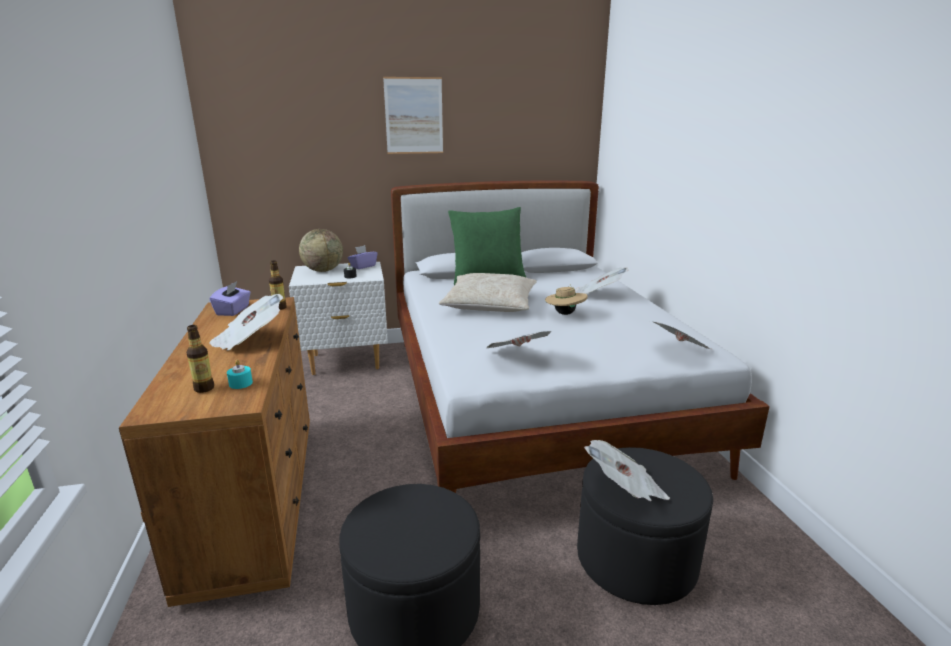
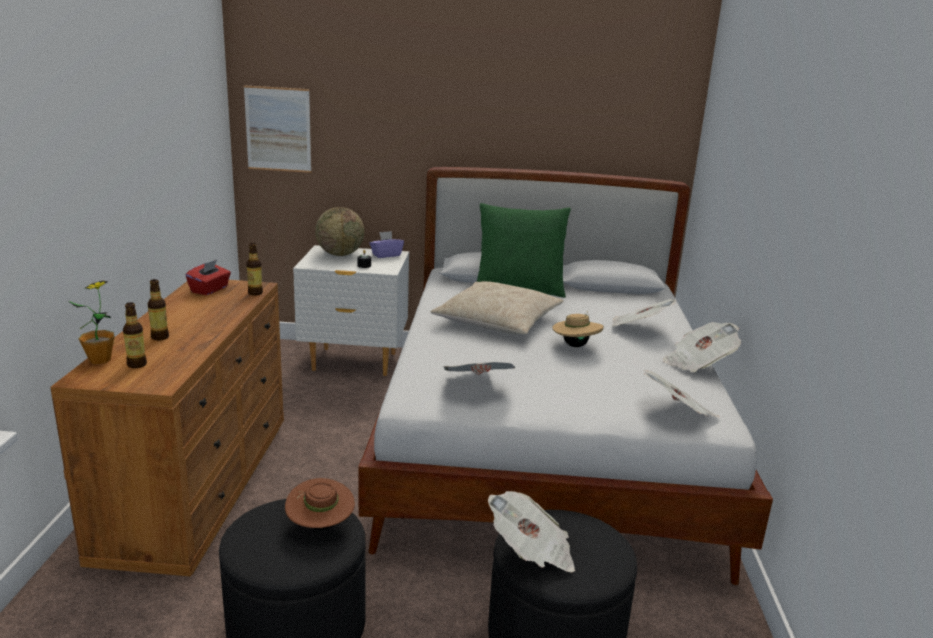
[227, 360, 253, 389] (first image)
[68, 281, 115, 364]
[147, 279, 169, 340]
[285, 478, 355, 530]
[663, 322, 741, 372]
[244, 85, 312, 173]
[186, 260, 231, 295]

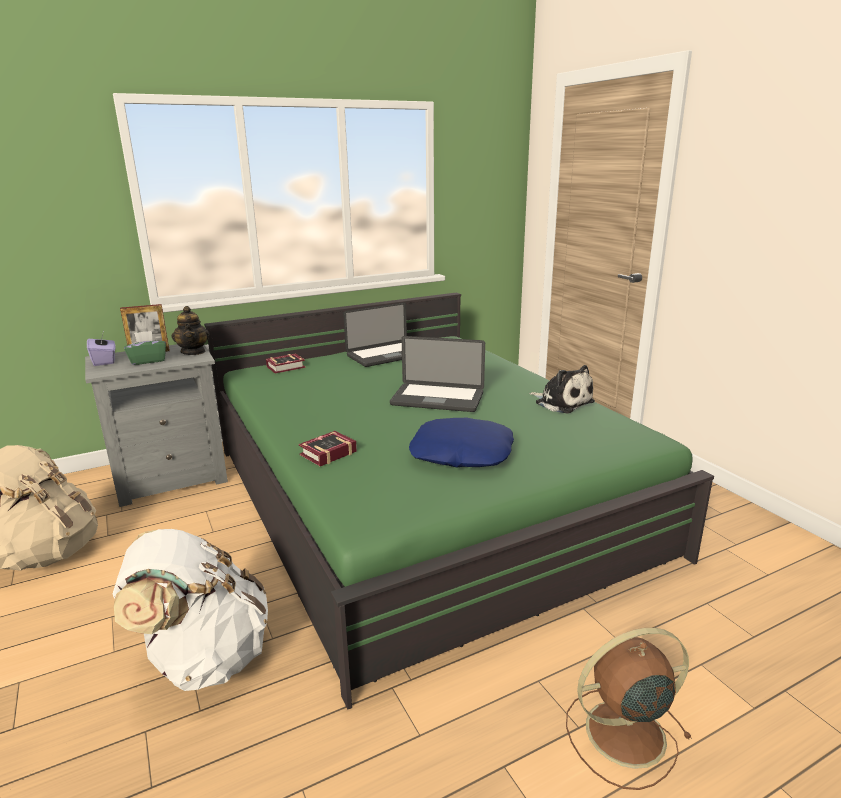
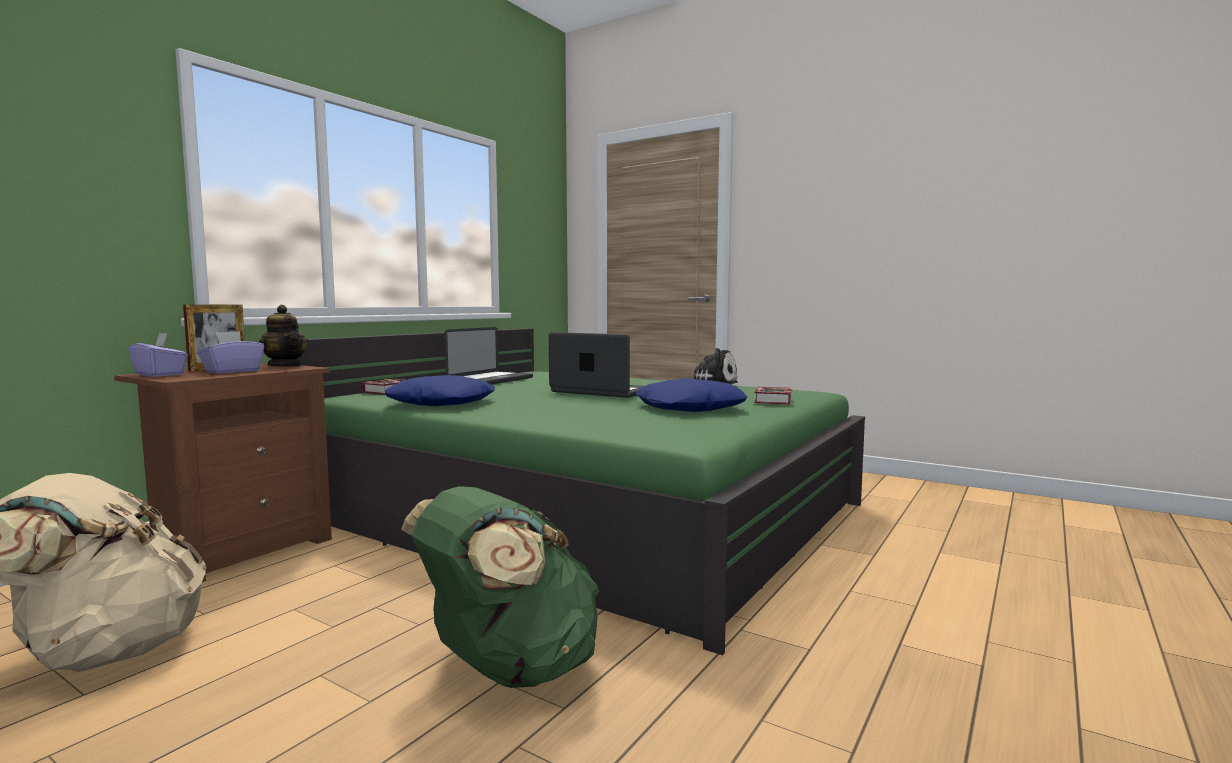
[566, 628, 692, 790] (first image)
[385, 375, 495, 406]
[754, 386, 792, 405]
[114, 363, 332, 582]
[401, 486, 599, 688]
[198, 331, 264, 374]
[549, 332, 644, 398]

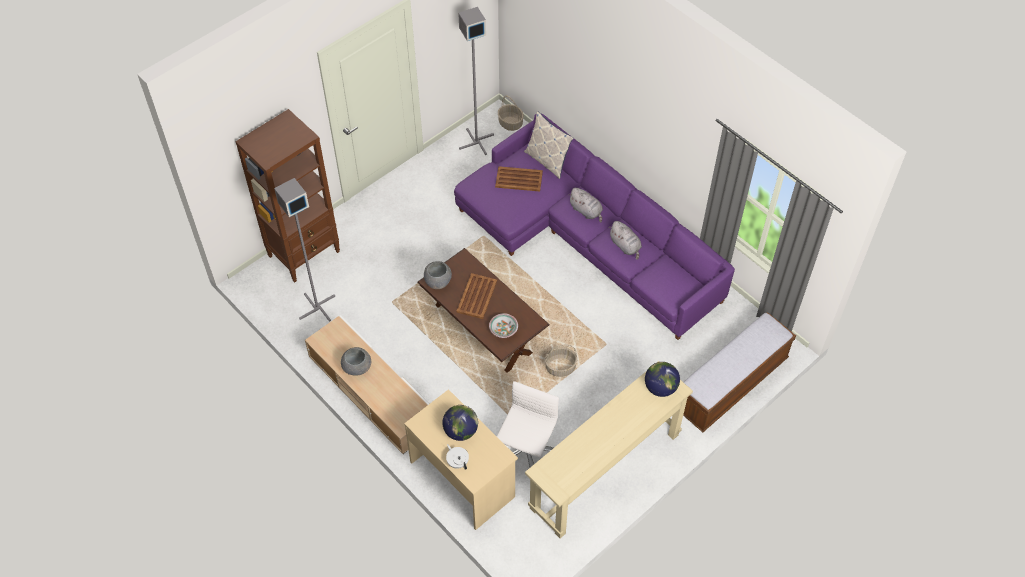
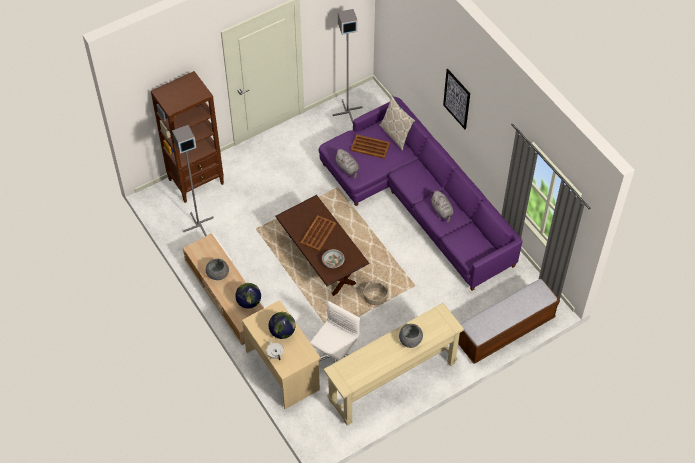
[498, 96, 524, 131] (first image)
[443, 69, 470, 129]
[399, 324, 423, 348]
[335, 149, 359, 179]
[235, 283, 261, 309]

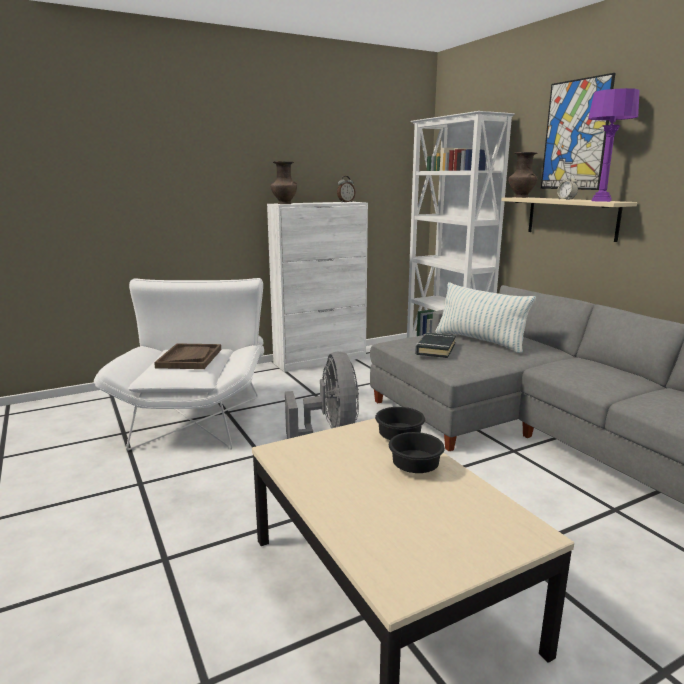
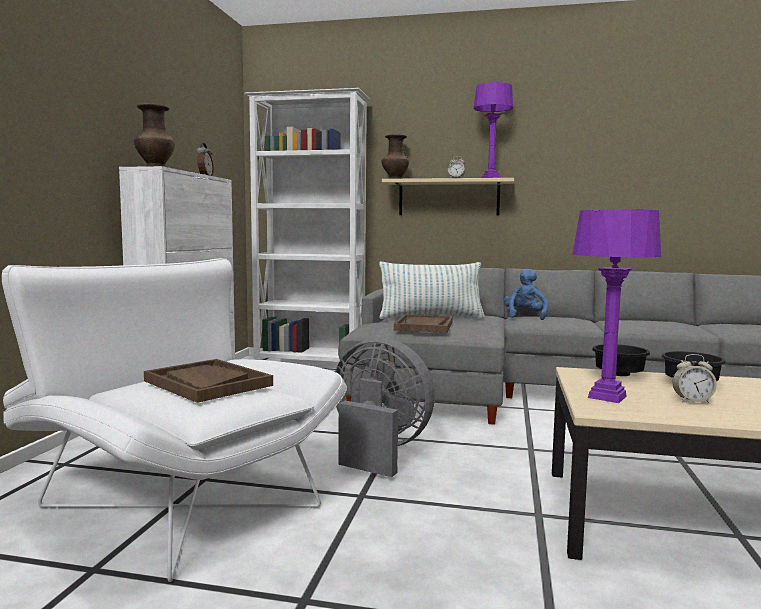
[541, 73, 615, 190] (first image)
[504, 269, 548, 320]
[572, 209, 661, 403]
[672, 354, 717, 403]
[394, 314, 453, 333]

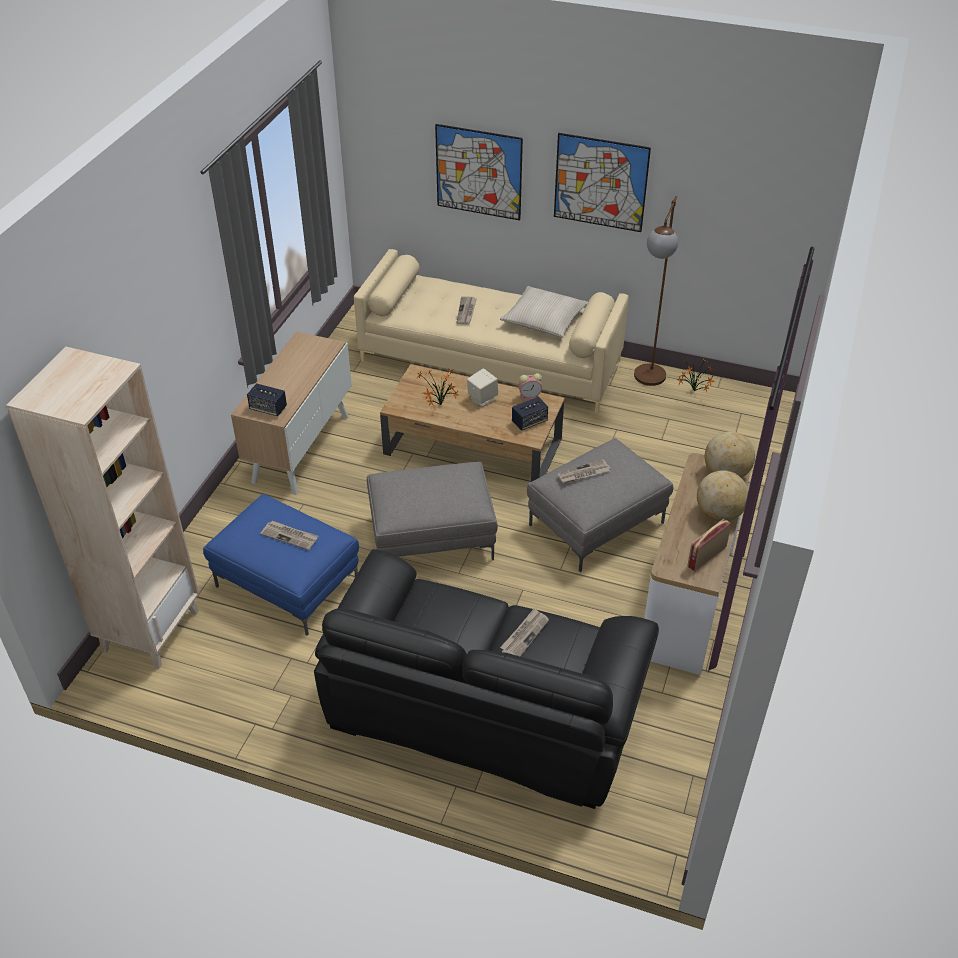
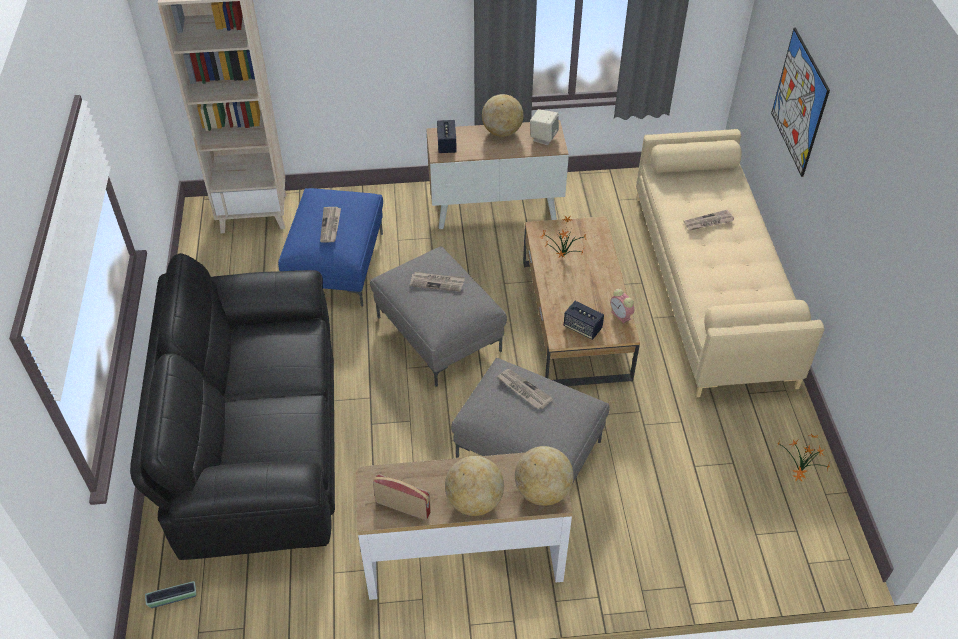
[500, 286, 588, 337] (first image)
[554, 133, 651, 232] (first image)
[634, 196, 678, 386] (first image)
[145, 581, 196, 608]
[482, 94, 524, 137]
[530, 109, 559, 145]
[409, 272, 465, 292]

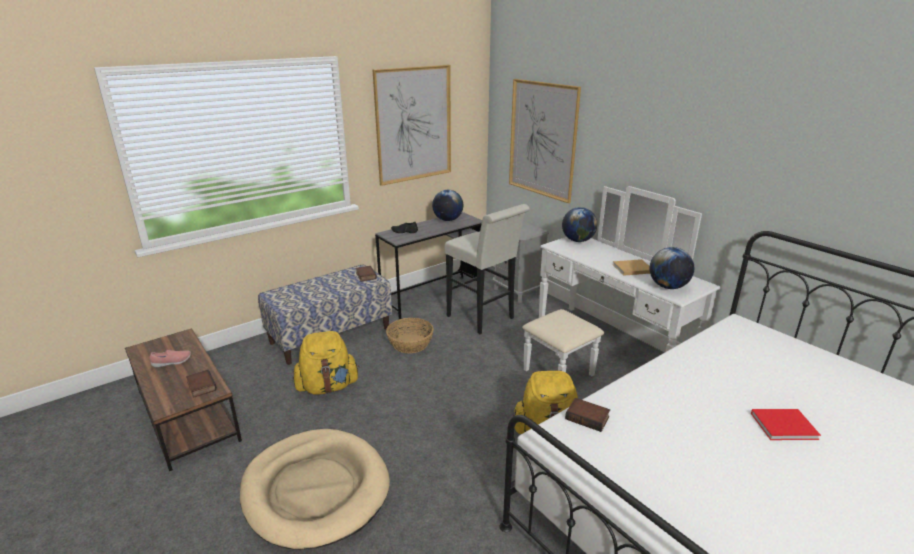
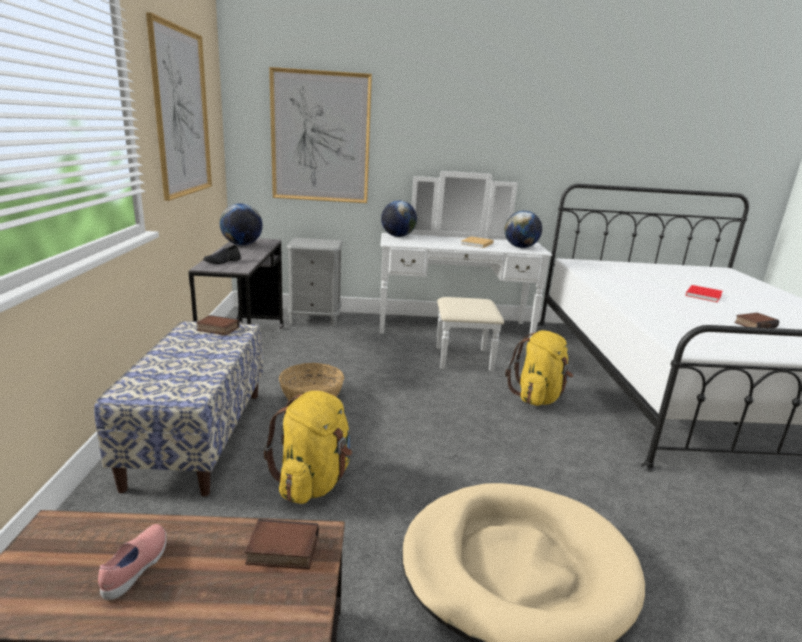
[444, 204, 530, 334] (first image)
[734, 313, 779, 328]

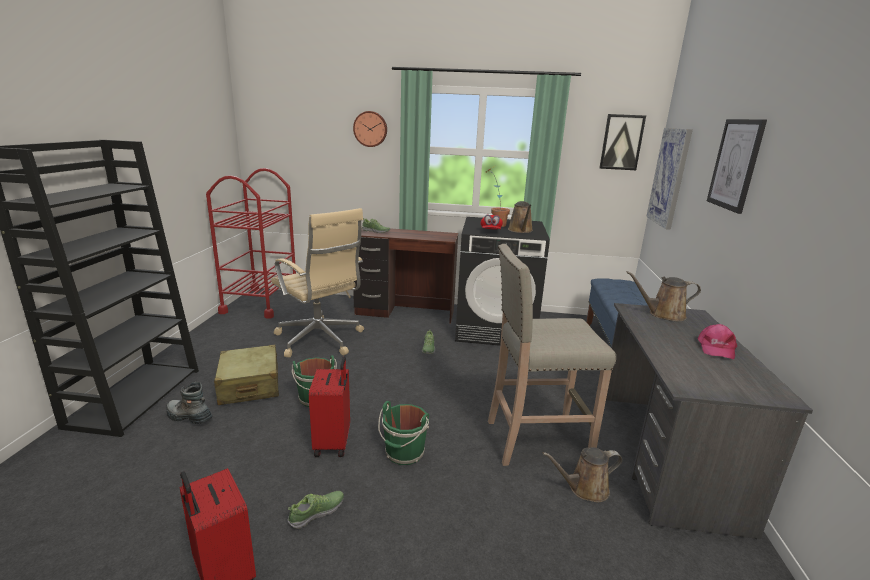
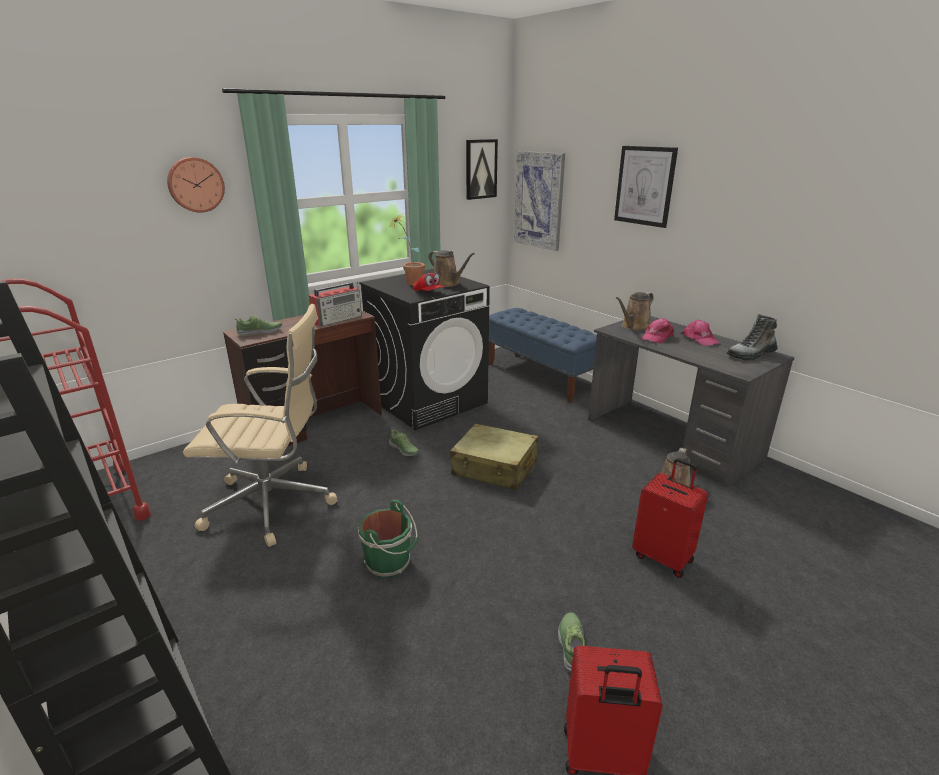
[378, 401, 429, 465] (first image)
[488, 244, 616, 466] (first image)
[309, 282, 362, 327]
[642, 318, 674, 344]
[727, 314, 778, 360]
[450, 424, 538, 490]
[632, 458, 708, 578]

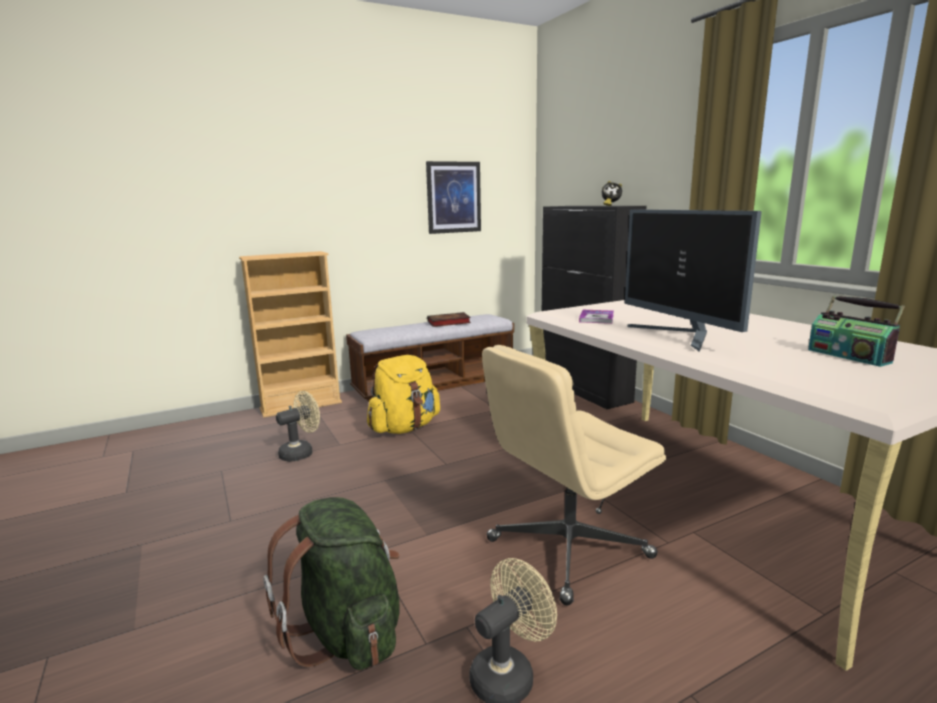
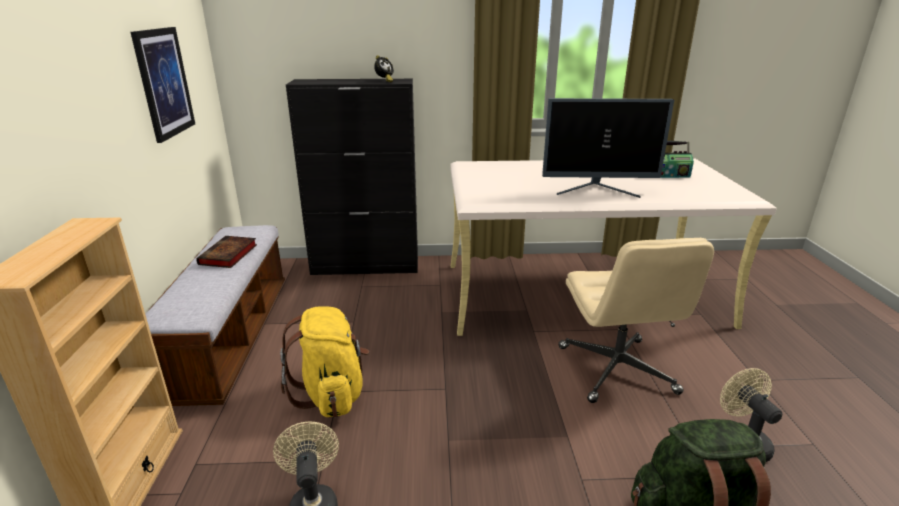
[579, 310, 614, 324] (first image)

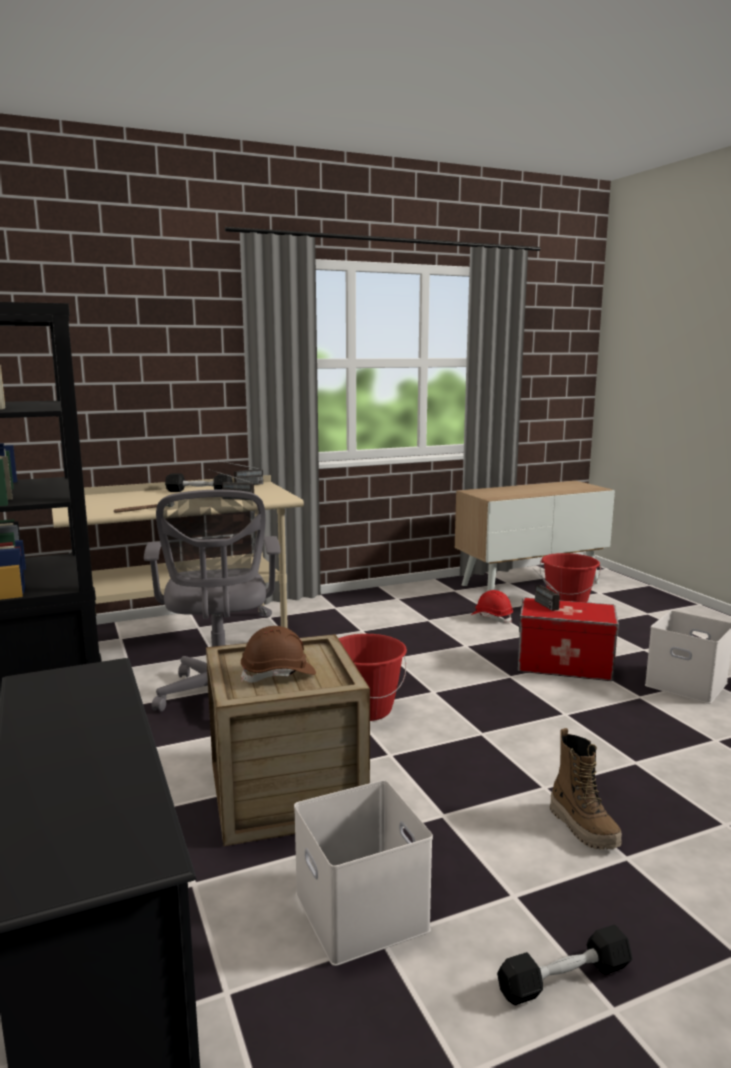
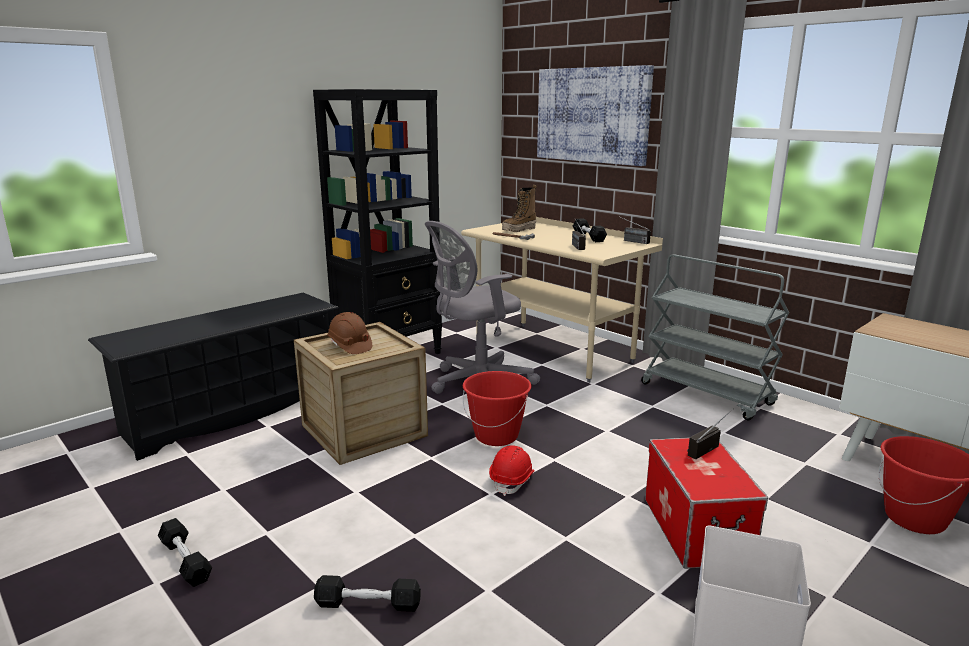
[294, 780, 433, 966] (first image)
[314, 575, 421, 612]
[537, 65, 654, 166]
[641, 254, 789, 420]
[489, 445, 535, 496]
[502, 185, 537, 232]

